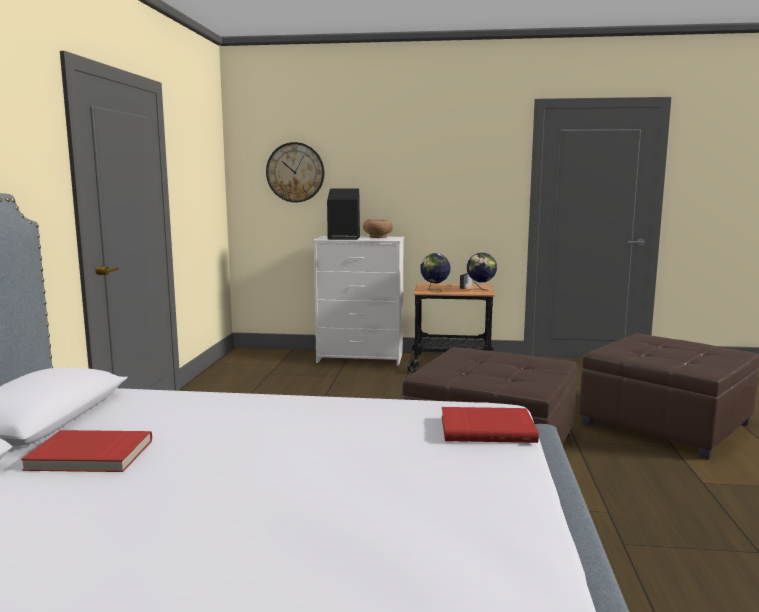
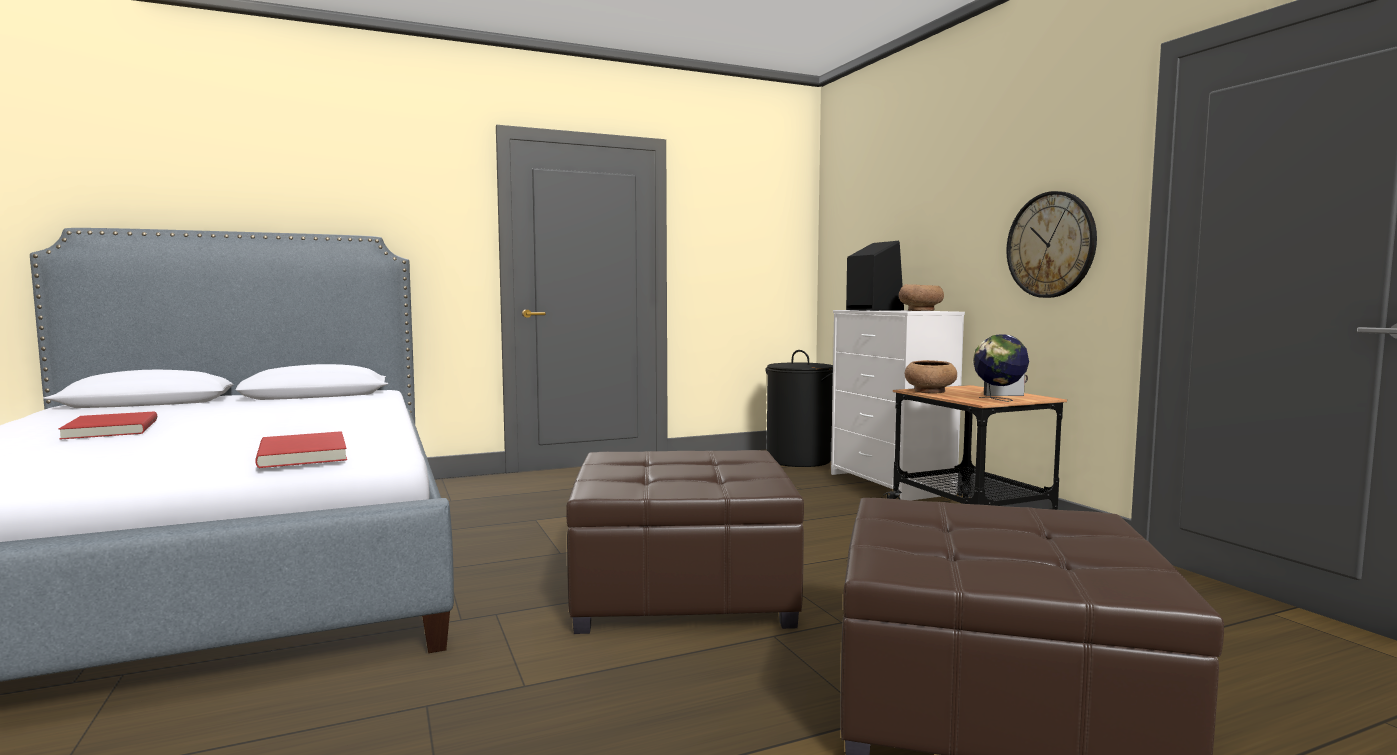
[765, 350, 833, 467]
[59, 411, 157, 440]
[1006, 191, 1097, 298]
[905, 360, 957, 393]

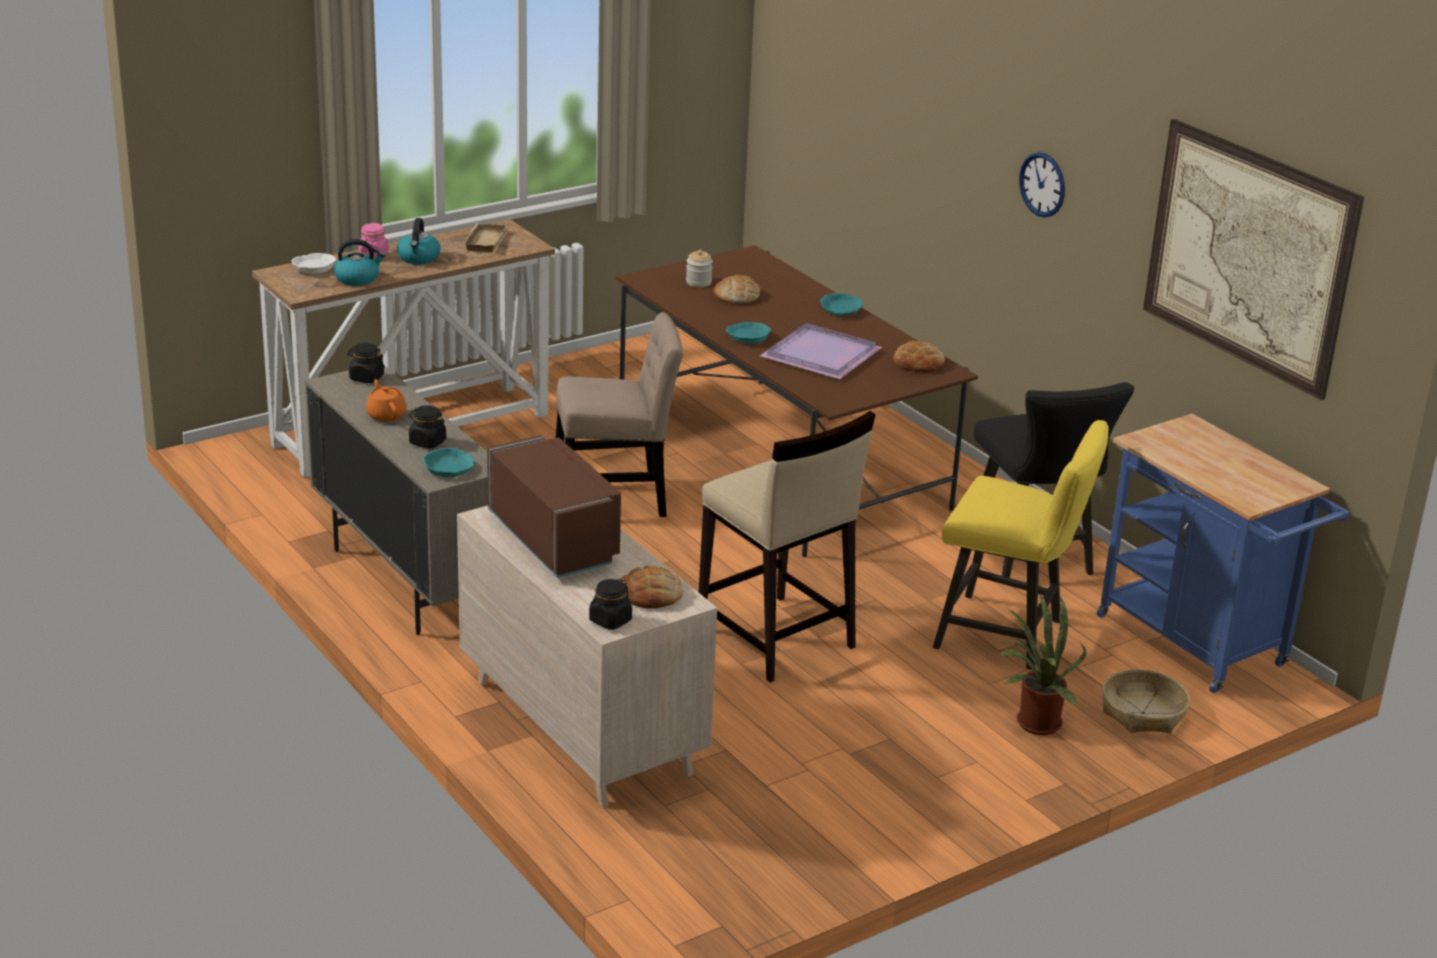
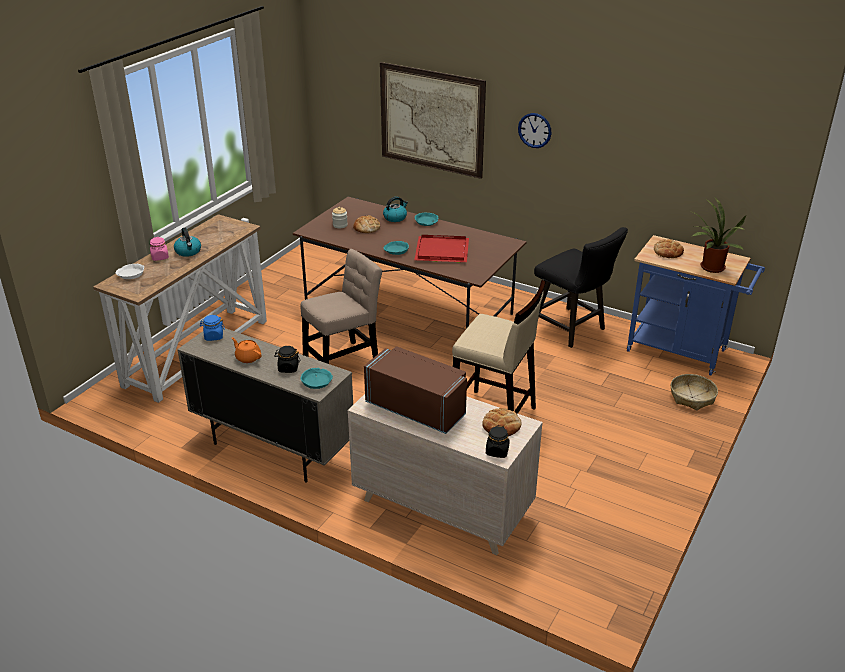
[463, 223, 507, 252] (first image)
[933, 420, 1108, 670] (first image)
[383, 196, 408, 222]
[654, 239, 684, 258]
[691, 198, 747, 273]
[380, 62, 486, 179]
[200, 315, 225, 341]
[414, 235, 469, 263]

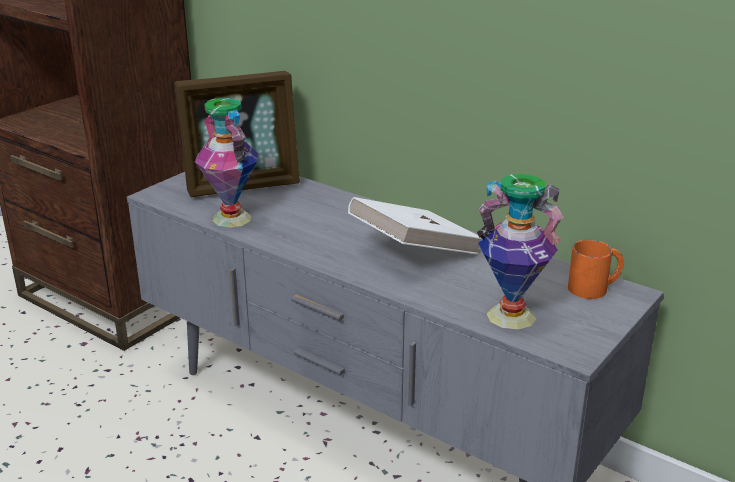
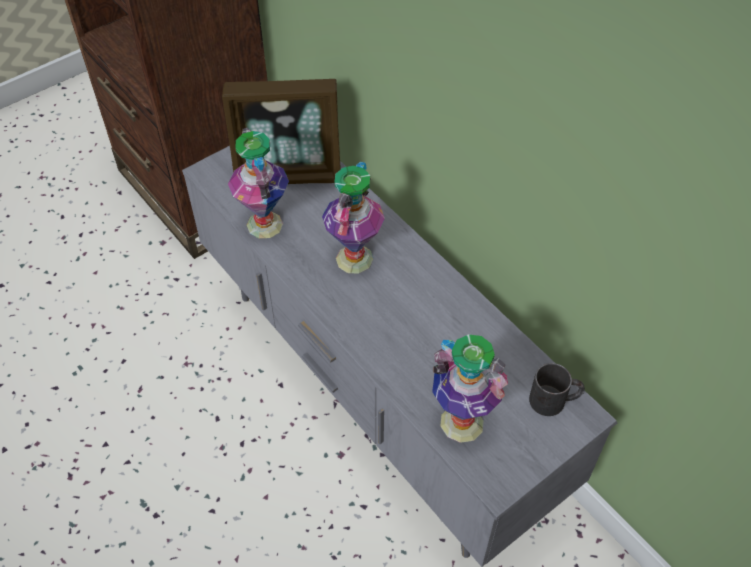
[348, 197, 482, 255] (first image)
[322, 162, 385, 274]
[529, 363, 585, 416]

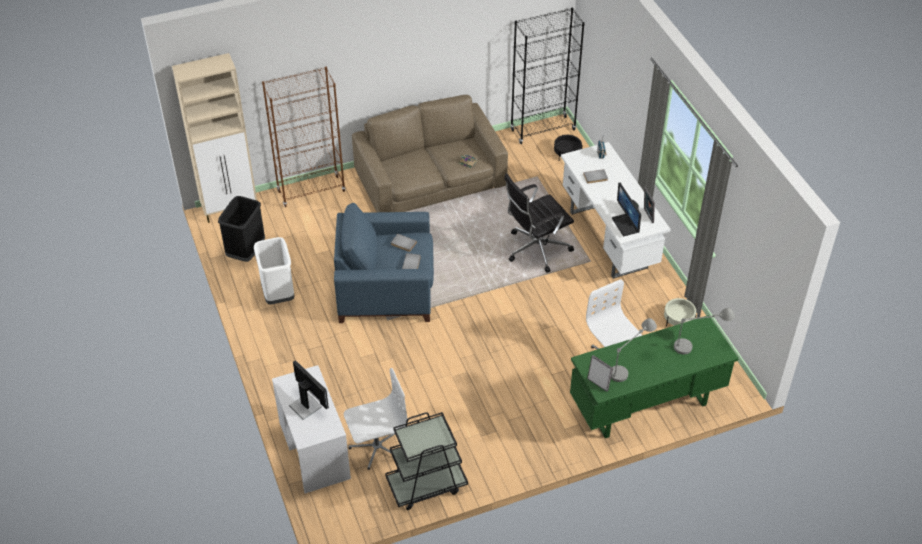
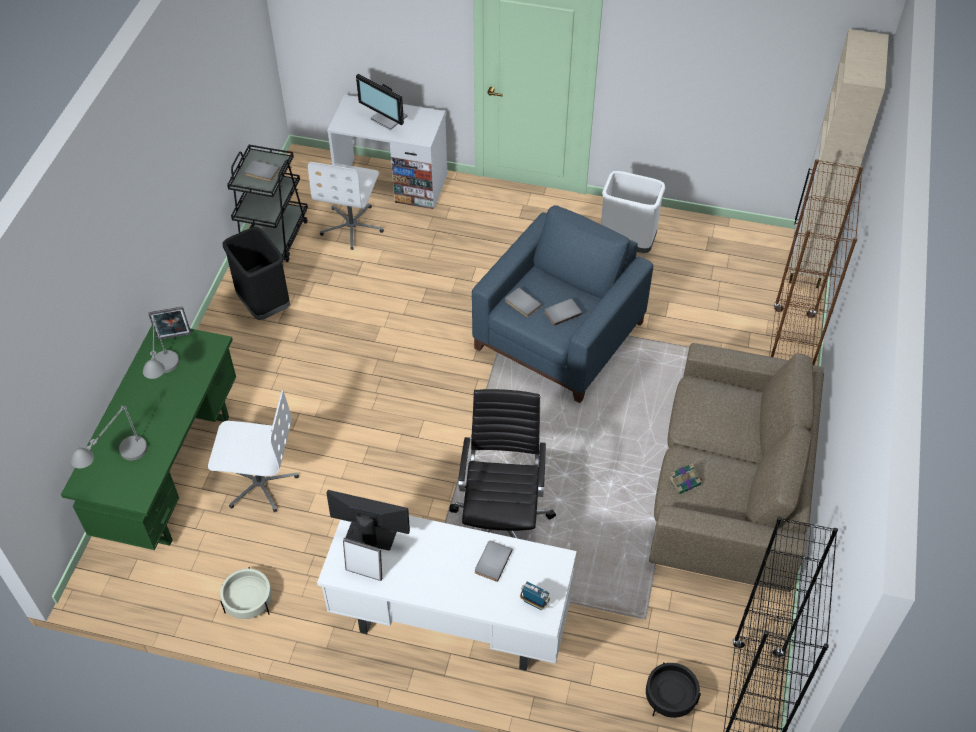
[244, 160, 280, 182]
[223, 227, 290, 320]
[356, 74, 408, 130]

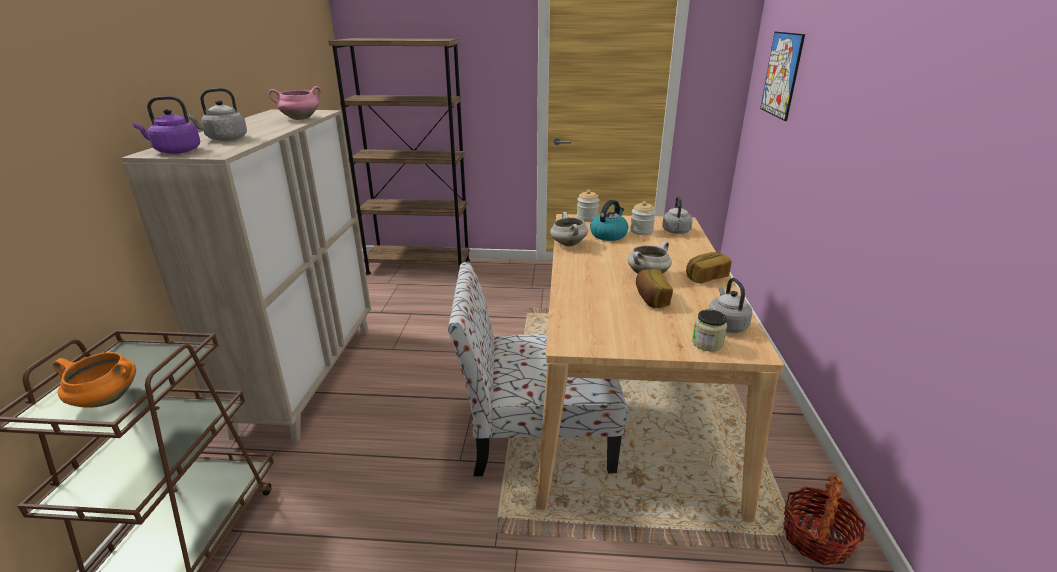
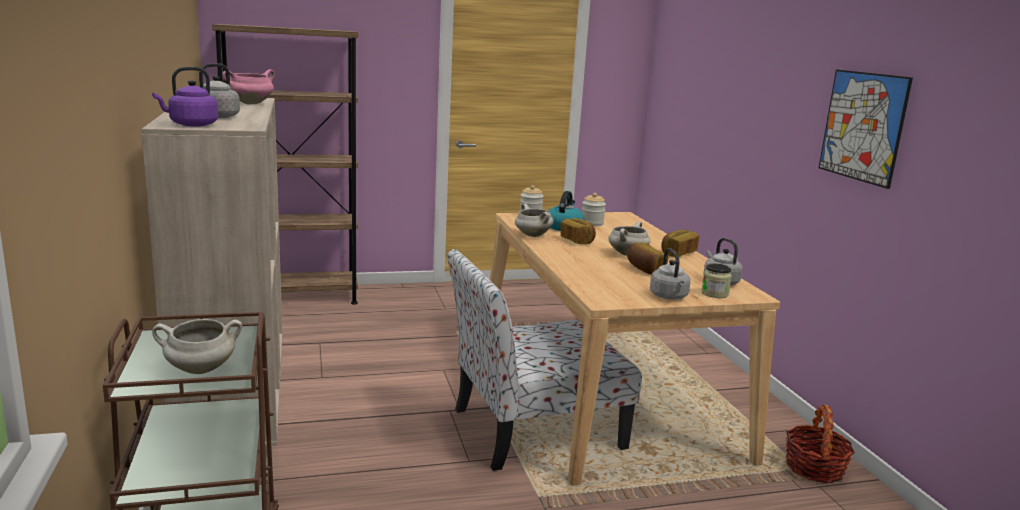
[561, 218, 596, 244]
[650, 248, 691, 299]
[819, 70, 913, 189]
[152, 319, 242, 374]

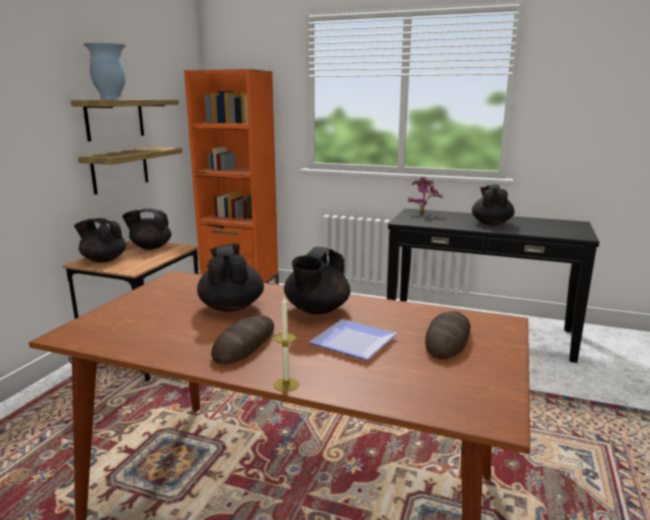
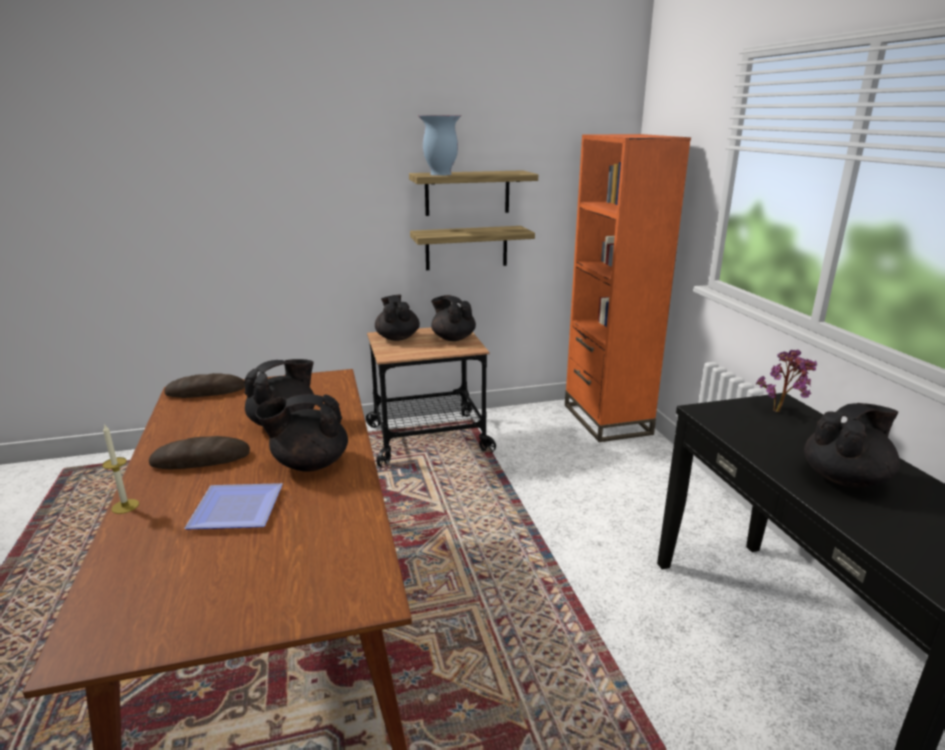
[164, 373, 245, 398]

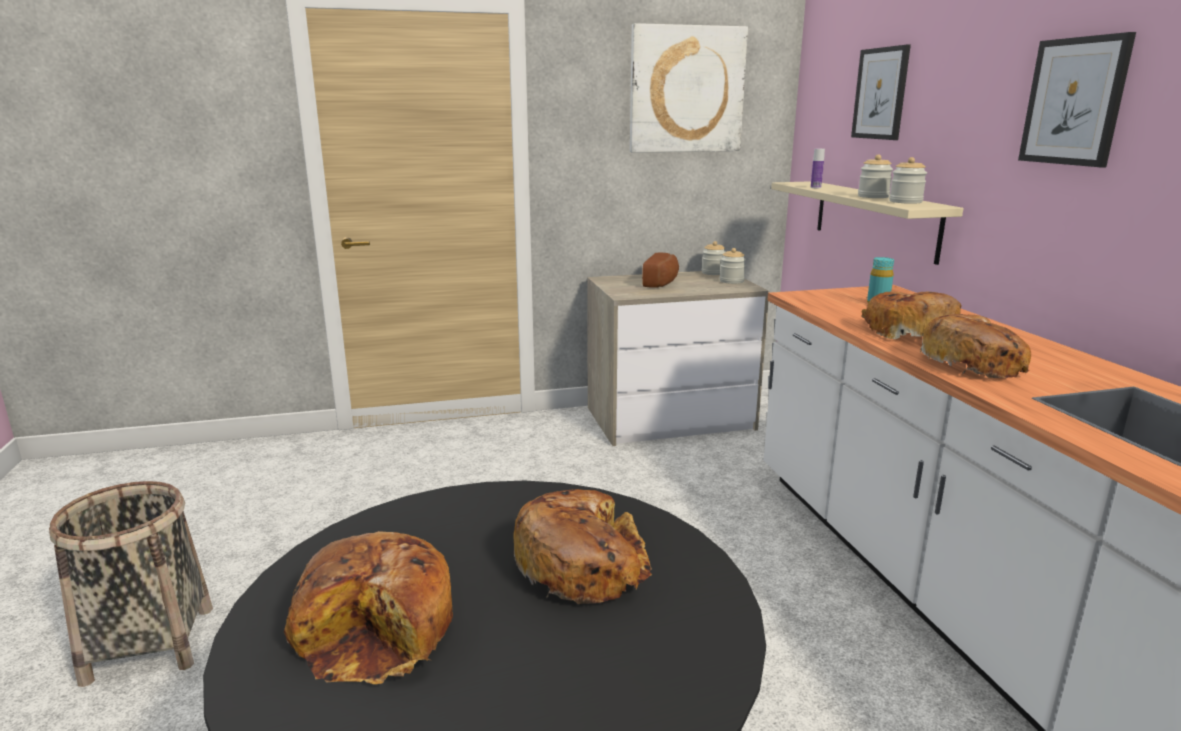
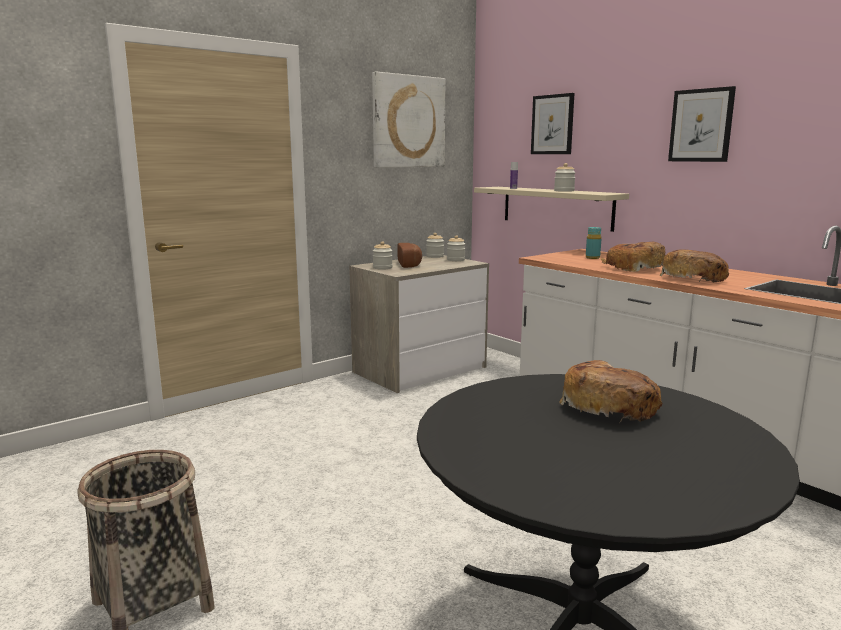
[284, 531, 453, 684] (first image)
[373, 242, 393, 270]

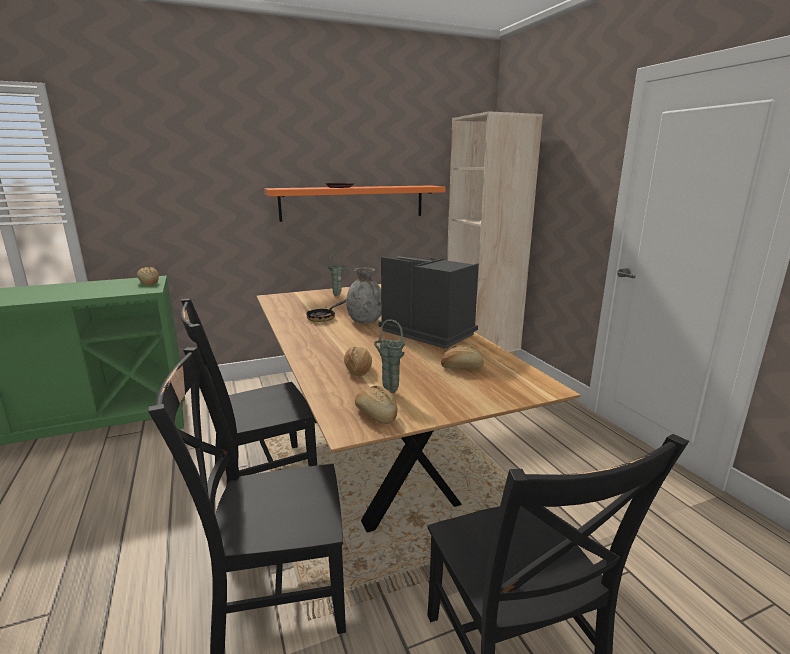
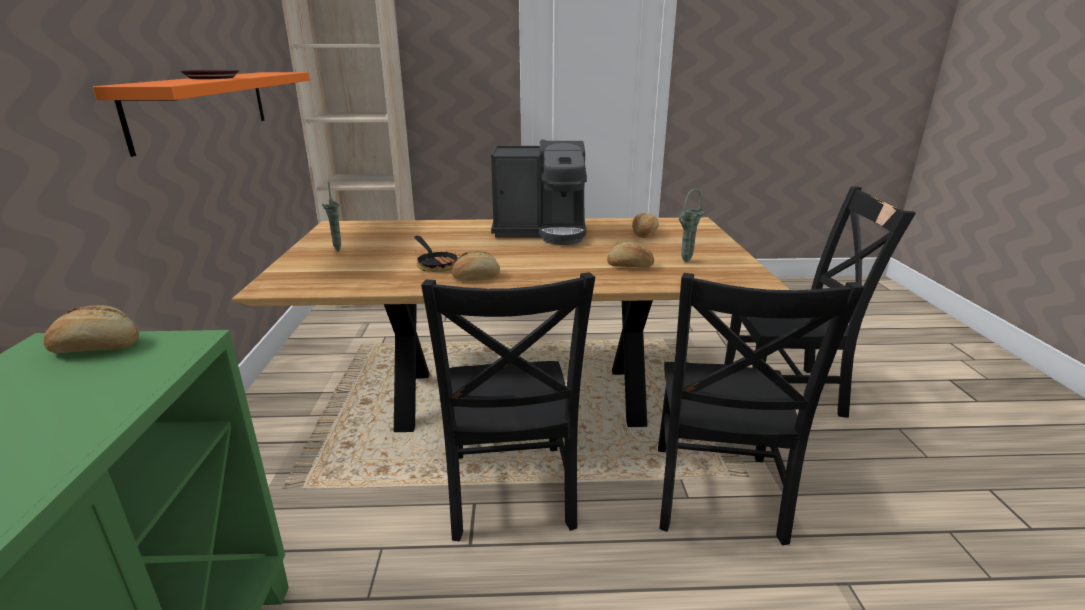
[346, 268, 382, 324] (first image)
[452, 251, 500, 280]
[491, 141, 587, 245]

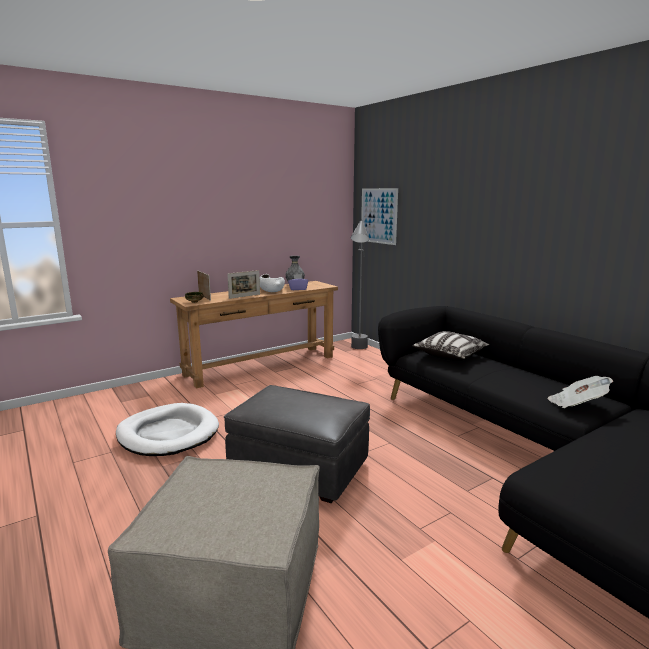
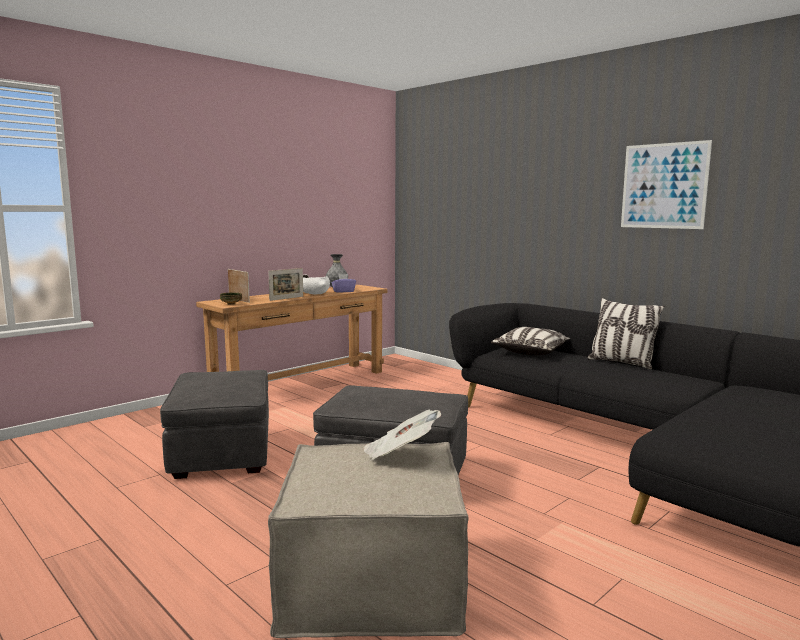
[351, 219, 369, 349] (first image)
[587, 298, 664, 369]
[621, 140, 712, 229]
[363, 410, 441, 460]
[160, 370, 269, 479]

